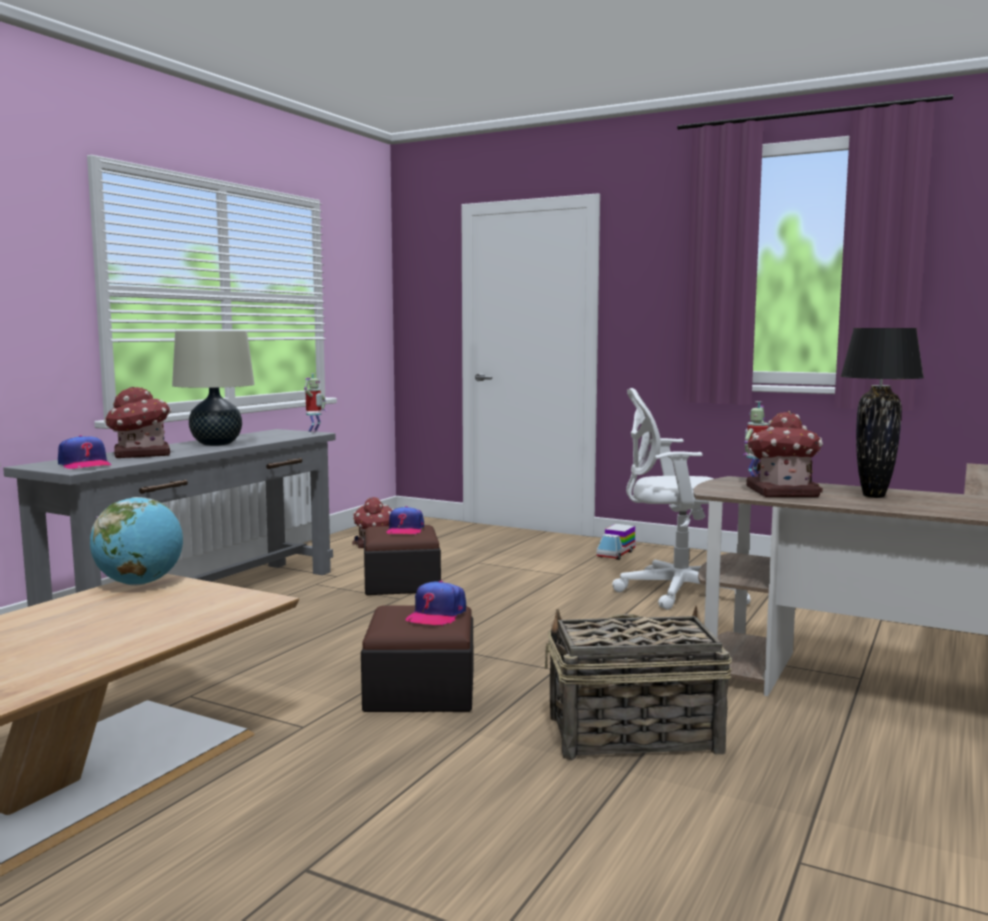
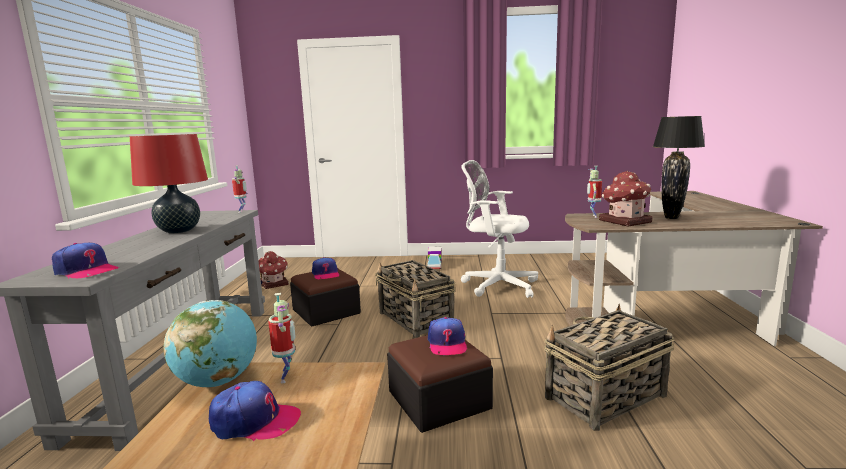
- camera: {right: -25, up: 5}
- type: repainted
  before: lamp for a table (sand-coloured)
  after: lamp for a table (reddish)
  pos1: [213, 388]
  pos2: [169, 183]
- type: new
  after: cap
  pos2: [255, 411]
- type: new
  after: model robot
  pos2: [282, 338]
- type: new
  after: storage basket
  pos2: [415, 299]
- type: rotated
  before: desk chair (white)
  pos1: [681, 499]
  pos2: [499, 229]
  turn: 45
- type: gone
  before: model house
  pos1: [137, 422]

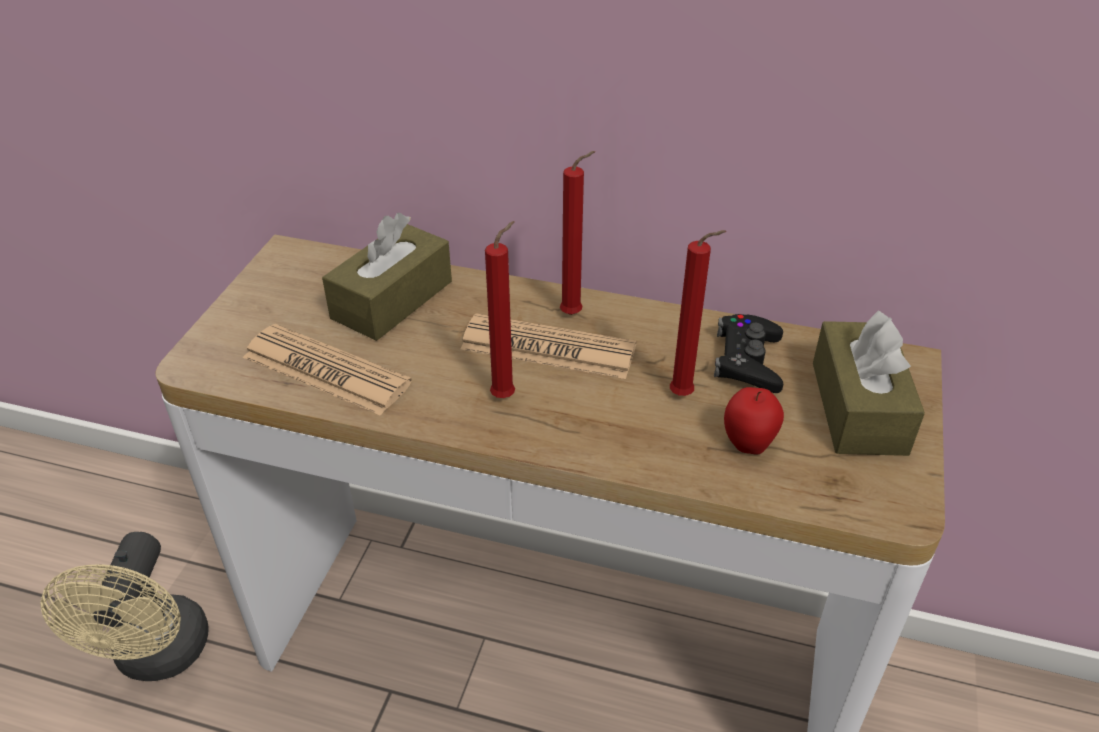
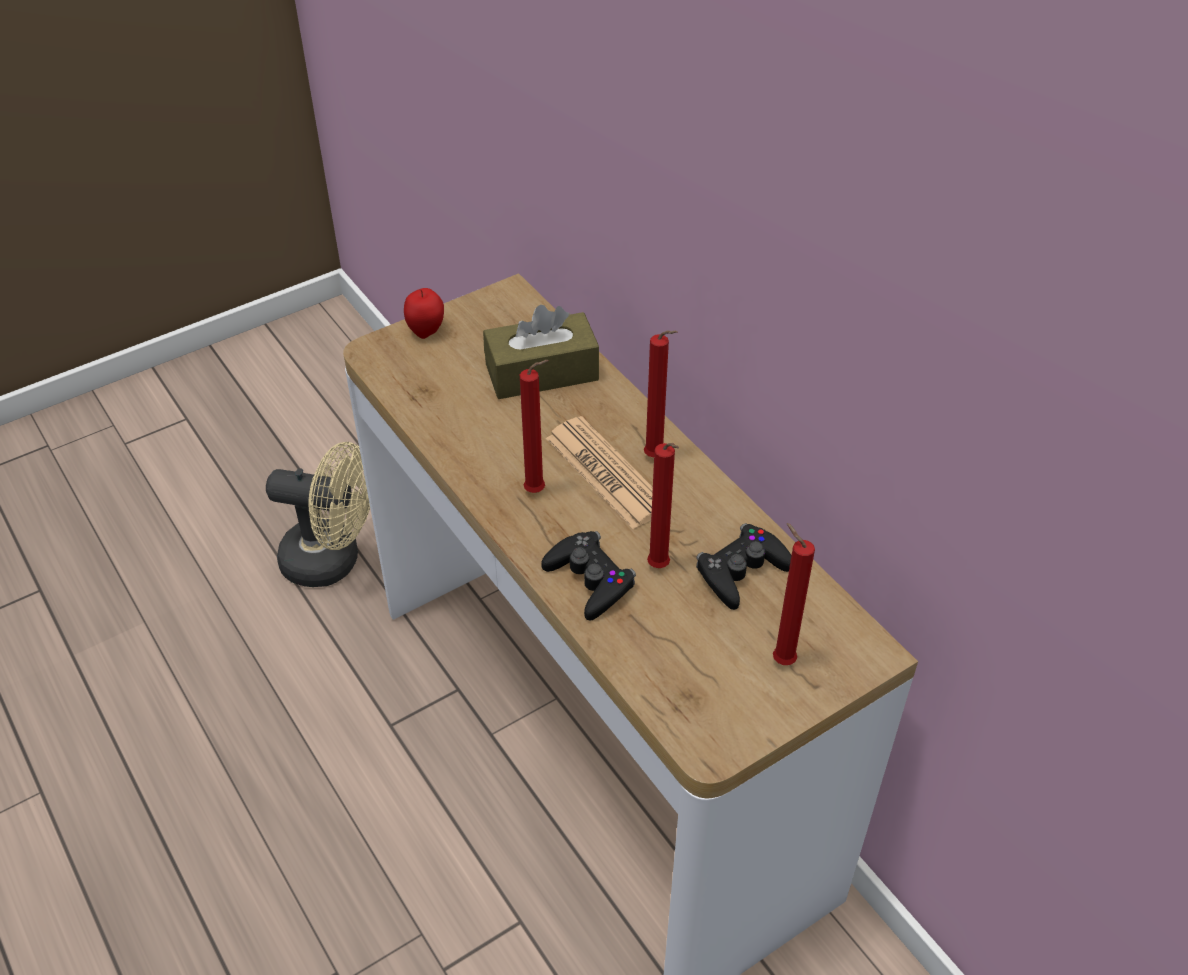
- camera: {right: 40, up: 5}
- type: rotated
  before: fan (sand-coloured)
  pos1: [124, 606]
  pos2: [318, 514]
  turn: -120
- type: shifted
  before: apple fruit
  pos1: [754, 421]
  pos2: [424, 313]
- type: new
  after: gamepad (blackish)
  pos2: [588, 576]
- type: swapped
  before: tissue box (brown-coloured)
  after: wax candle (reddish)
  pos1: [869, 383]
  pos2: [794, 594]
- type: gone
  before: newspaper
  pos1: [327, 370]

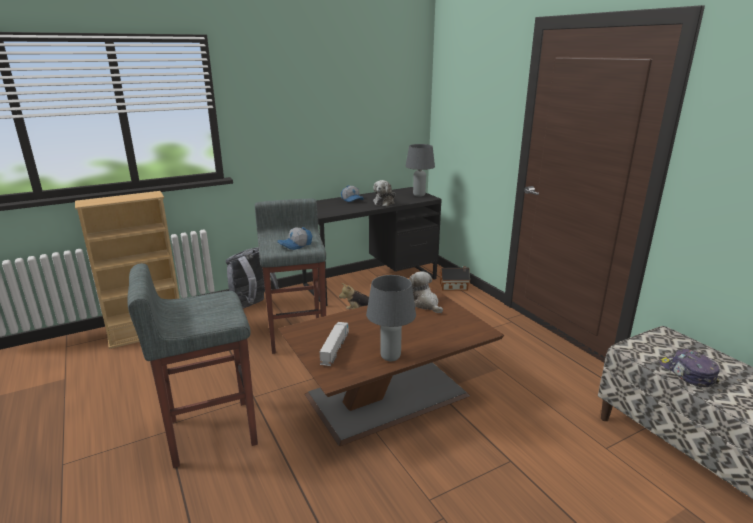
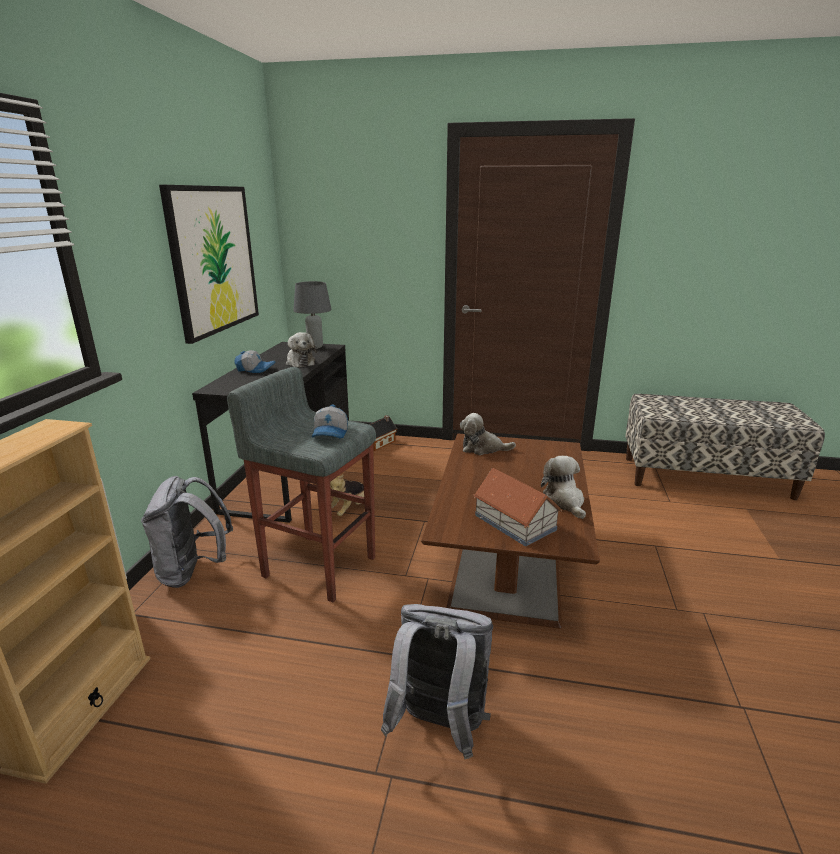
- camera: {right: -50, up: 0}
- type: new
  after: wall art
  pos2: [209, 264]
- type: swapped
  before: stool seat (grey)
  after: knapsack (grey)
  pos1: [192, 365]
  pos2: [437, 681]
- type: swapped
  before: toy lorry
  after: model house
  pos1: [334, 344]
  pos2: [517, 507]
- type: swapped
  before: lamp for a table (grey)
  after: plush toy
  pos1: [391, 318]
  pos2: [563, 487]
- type: gone
  before: cap
  pos1: [690, 368]

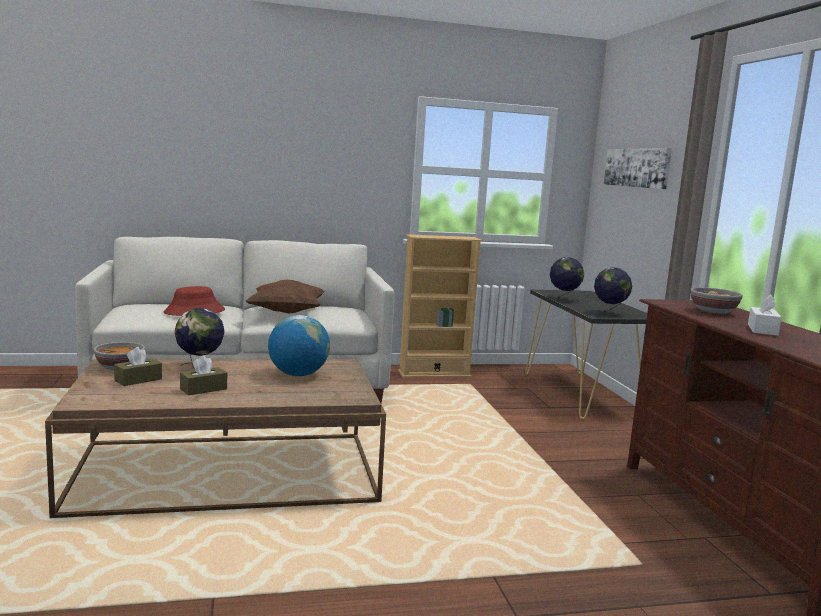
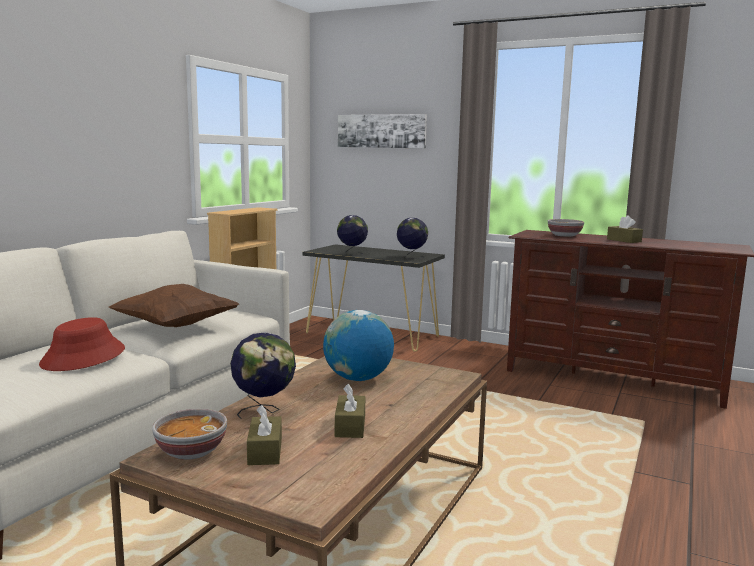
- camera: {right: -50, up: 0}
- type: repainted
  before: tissue box (white)
  after: tissue box (brown-coloured)
  pos1: [765, 315]
  pos2: [625, 229]

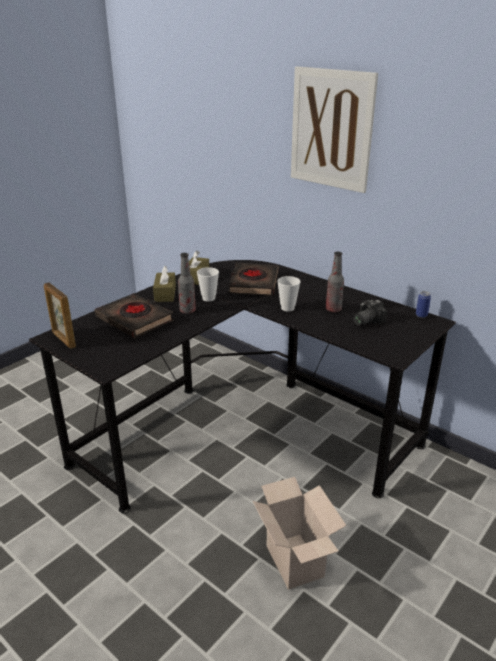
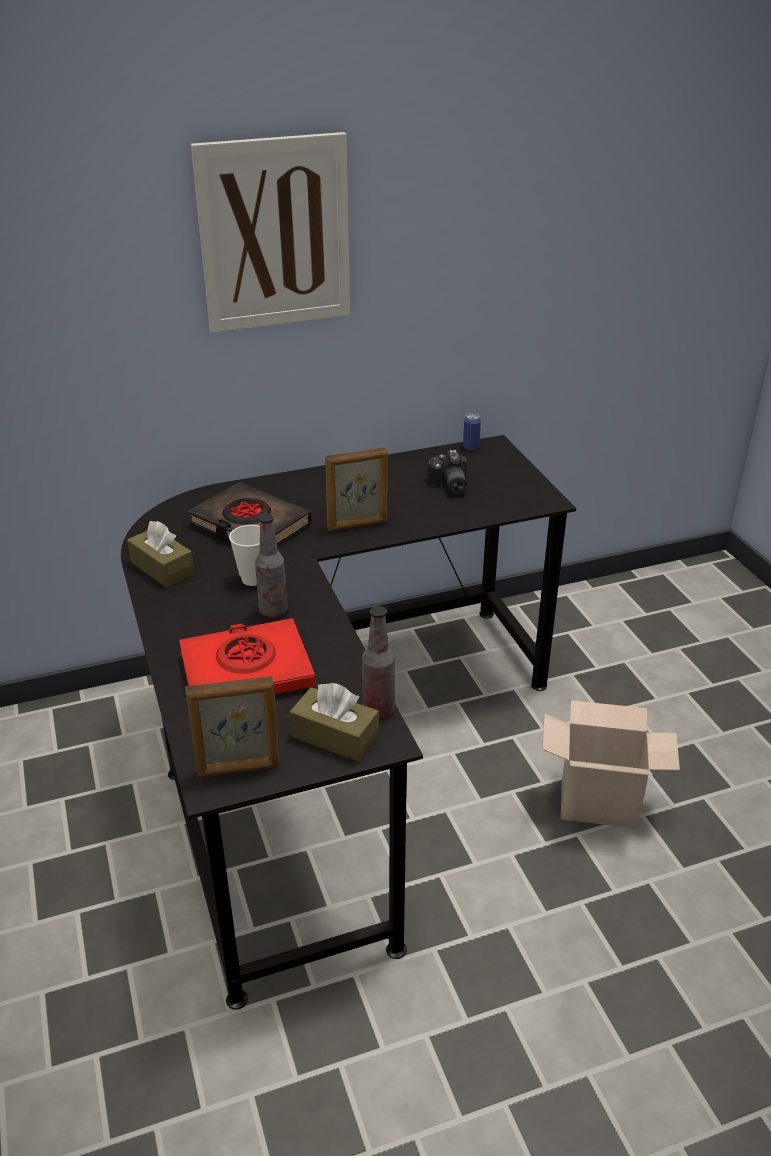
- camera: {right: -60, up: 5}
- type: repainted
  before: bound book (blackish)
  after: bound book (reddish)
  pos1: [134, 315]
  pos2: [247, 656]
- type: shifted
  before: tissue box (brown-coloured)
  pos1: [164, 284]
  pos2: [334, 722]
- type: swapped
  before: cup
  after: photo frame
  pos1: [288, 294]
  pos2: [356, 489]
- type: shifted
  before: drink bottle
  pos1: [335, 282]
  pos2: [378, 662]

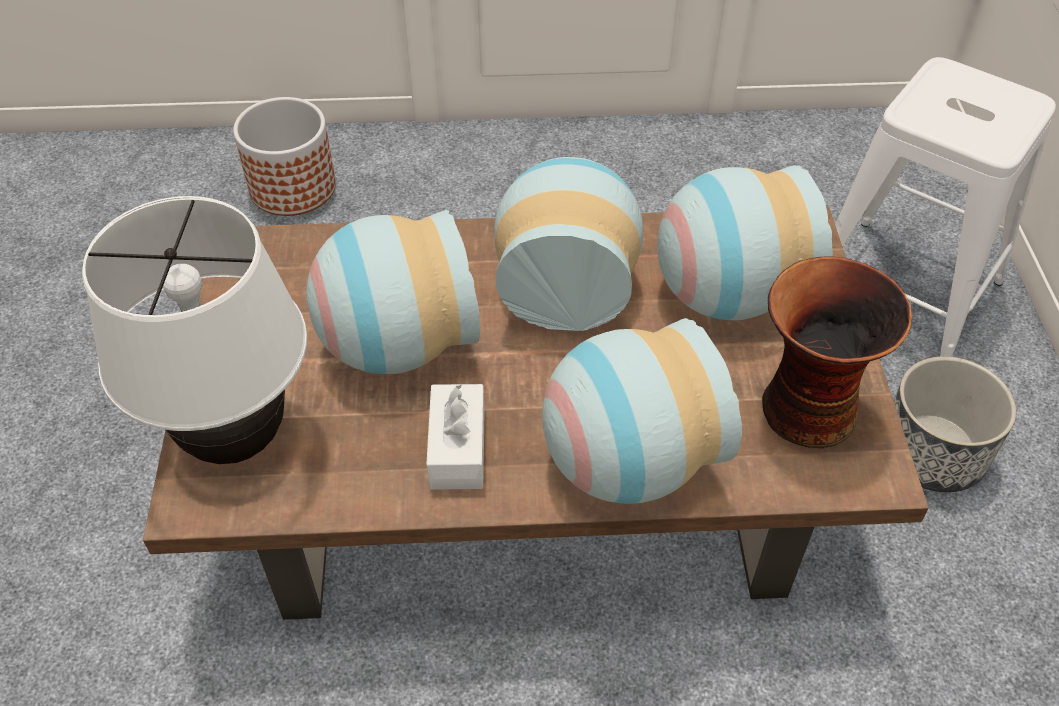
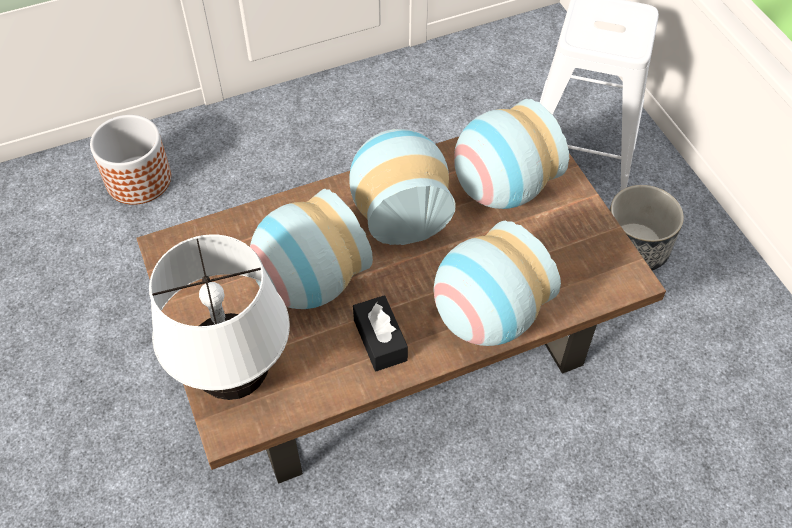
- camera: {right: -20, up: 5}
- type: repainted
  before: tissue box (white)
  after: tissue box (blackish)
  pos1: [455, 437]
  pos2: [380, 333]
- type: gone
  before: decorative vase
  pos1: [837, 352]

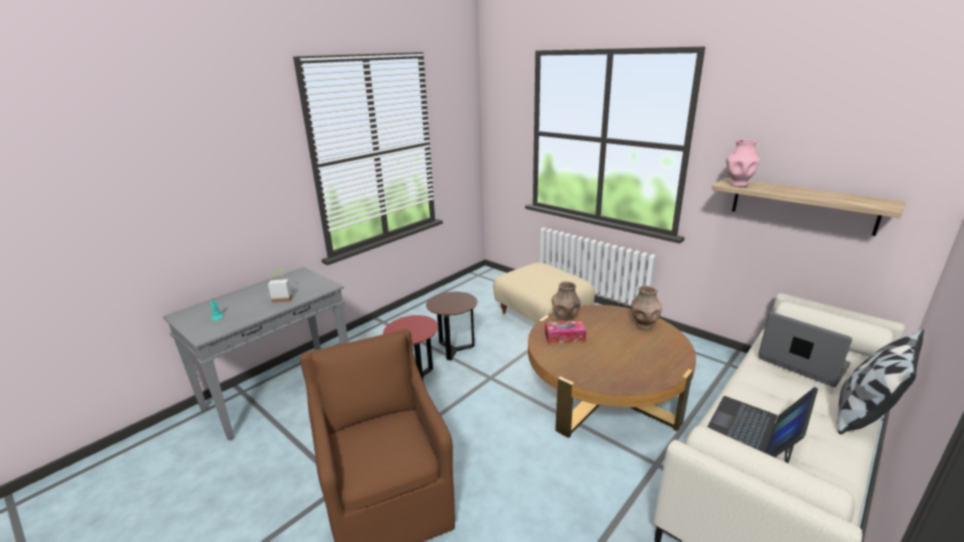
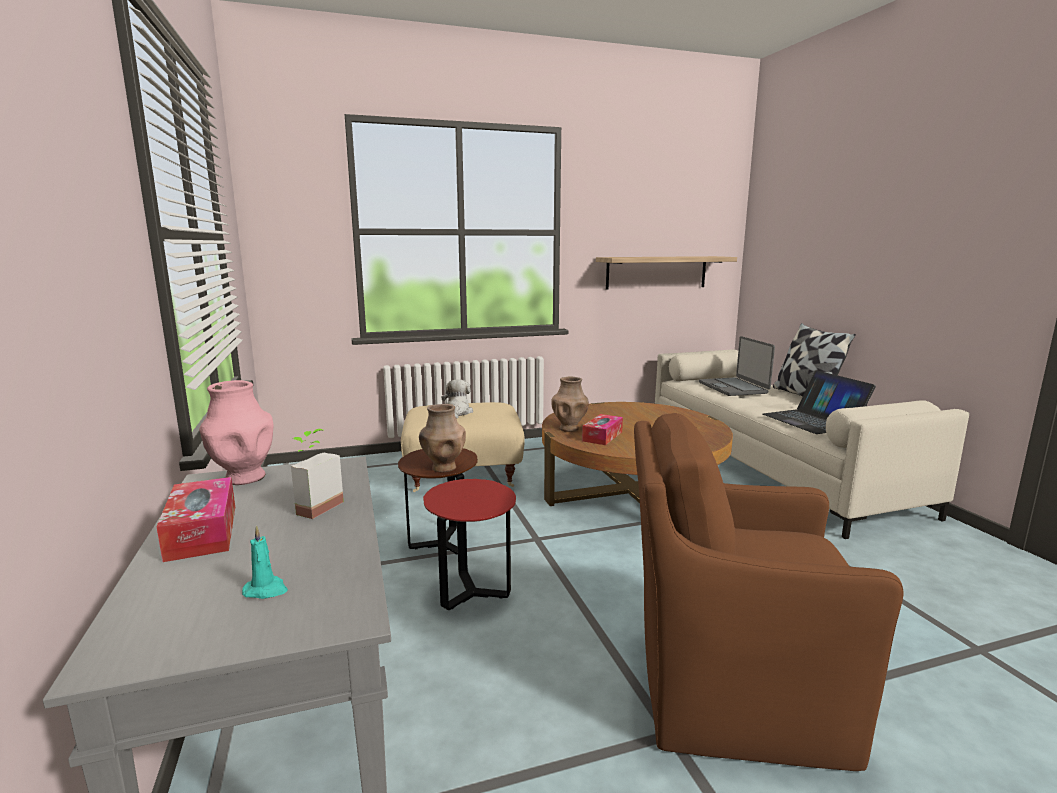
- camera: {right: -60, up: -10}
- type: new
  after: tissue box
  pos2: [196, 519]
- type: shifted
  before: decorative vase (pink)
  pos1: [743, 163]
  pos2: [236, 432]
- type: shifted
  before: decorative vase (brown-coloured)
  pos1: [646, 308]
  pos2: [442, 438]
- type: new
  after: plush toy
  pos2: [457, 399]
- type: rotated
  before: laptop
  pos1: [805, 349]
  pos2: [737, 366]
  turn: -90

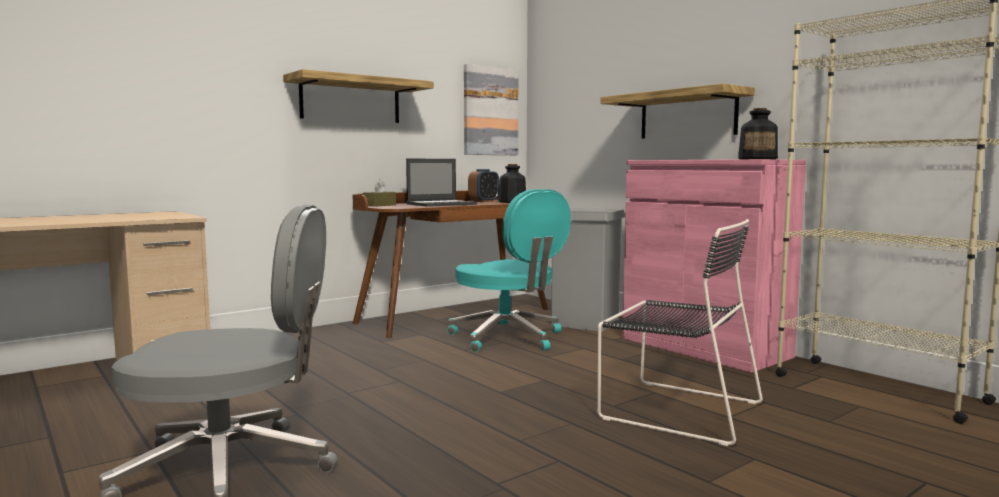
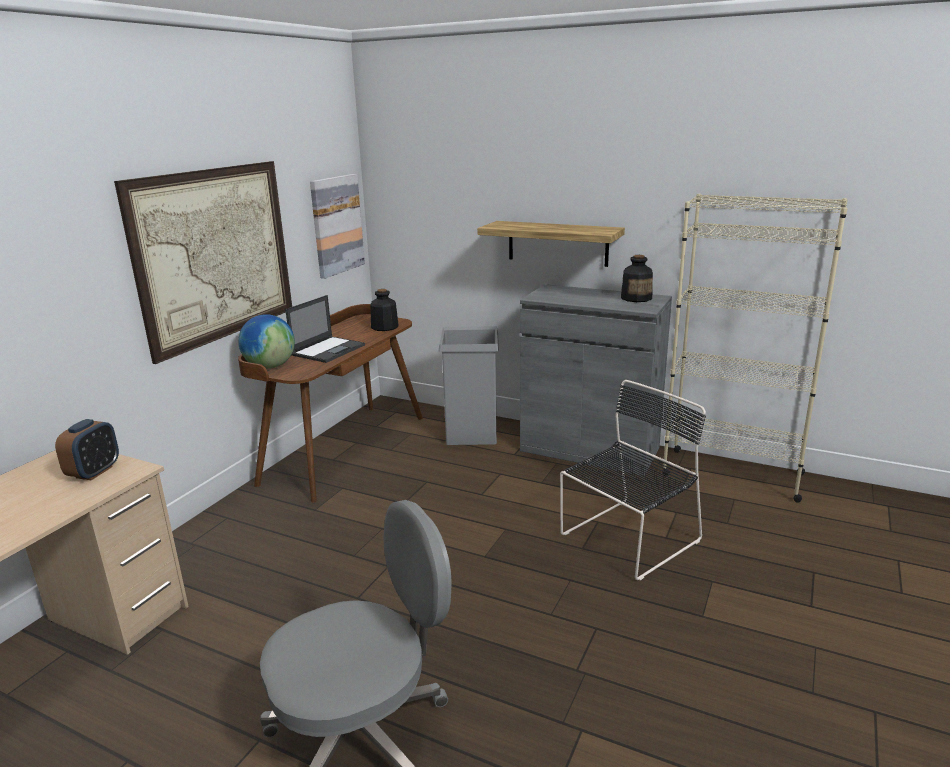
- camera: {right: -25, up: 15}
- type: shifted
  before: table clock
  pos1: [483, 185]
  pos2: [87, 449]
- type: swapped
  before: wall shelf
  after: wall art
  pos1: [358, 96]
  pos2: [203, 262]
- type: swapped
  before: tissue box (brown-coloured)
  after: desk globe
  pos1: [379, 193]
  pos2: [266, 341]
- type: repainted
  before: storage cabinet (pink)
  after: storage cabinet (grey)
  pos1: [714, 266]
  pos2: [596, 380]
- type: rotated
  before: upright chair (blackish)
  pos1: [680, 332]
  pos2: [633, 480]
  turn: -45
- type: gone
  before: desk chair (turquoise-coloured)
  pos1: [509, 270]

